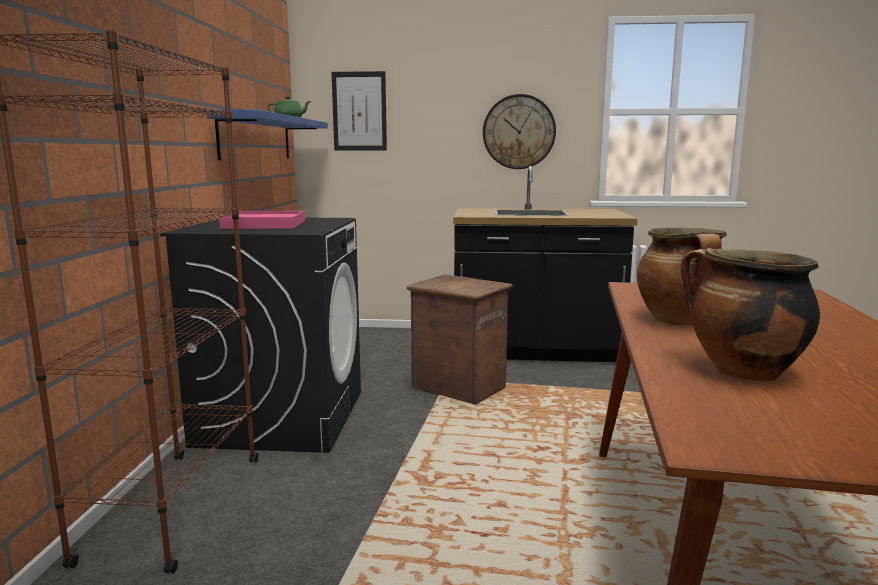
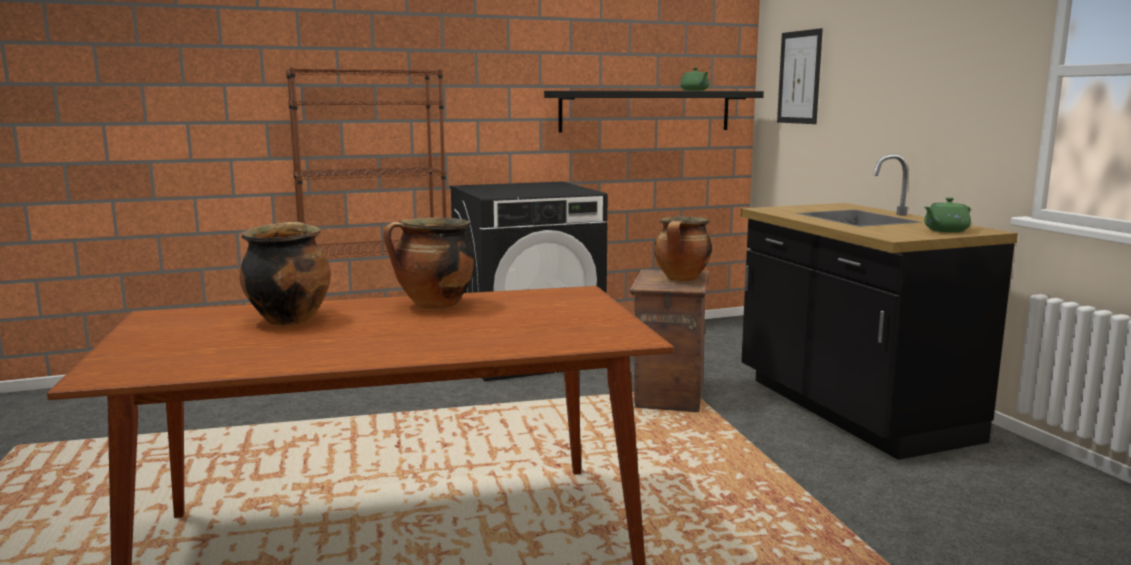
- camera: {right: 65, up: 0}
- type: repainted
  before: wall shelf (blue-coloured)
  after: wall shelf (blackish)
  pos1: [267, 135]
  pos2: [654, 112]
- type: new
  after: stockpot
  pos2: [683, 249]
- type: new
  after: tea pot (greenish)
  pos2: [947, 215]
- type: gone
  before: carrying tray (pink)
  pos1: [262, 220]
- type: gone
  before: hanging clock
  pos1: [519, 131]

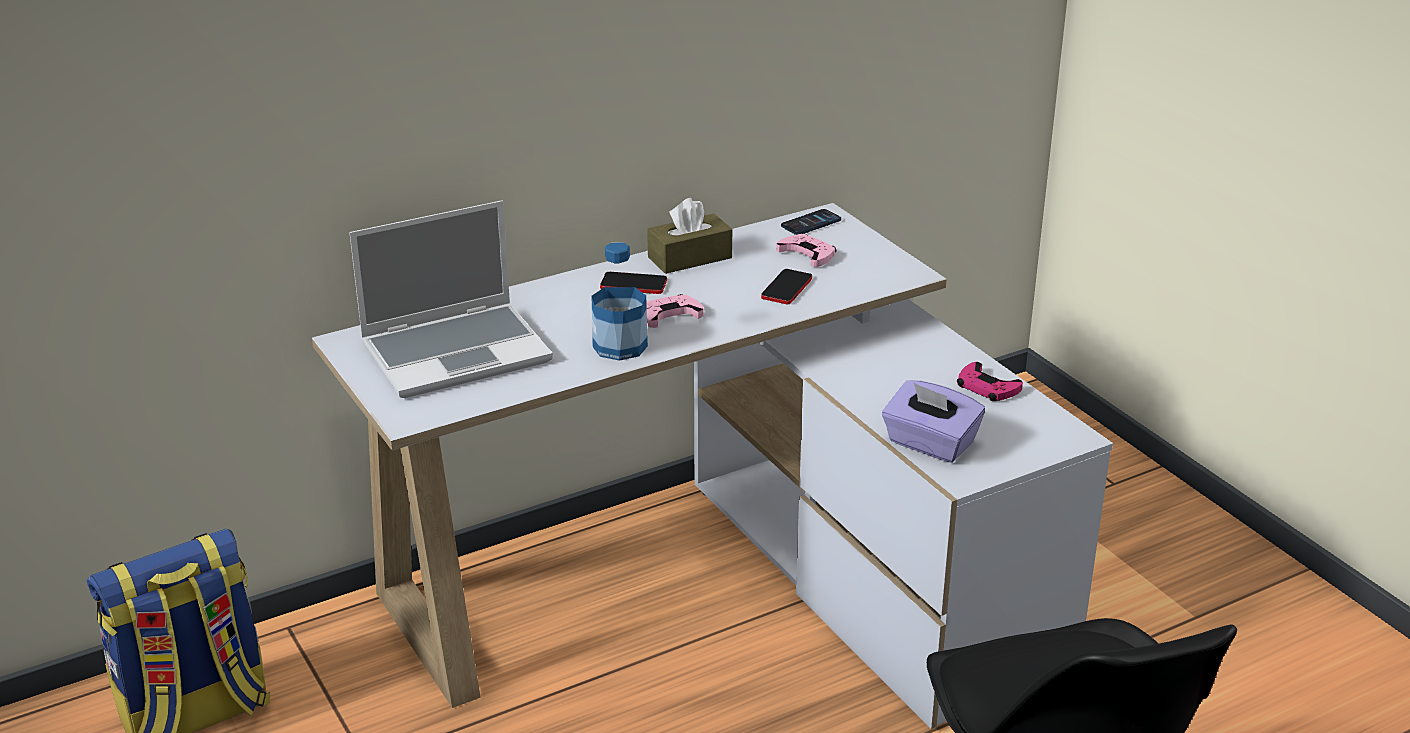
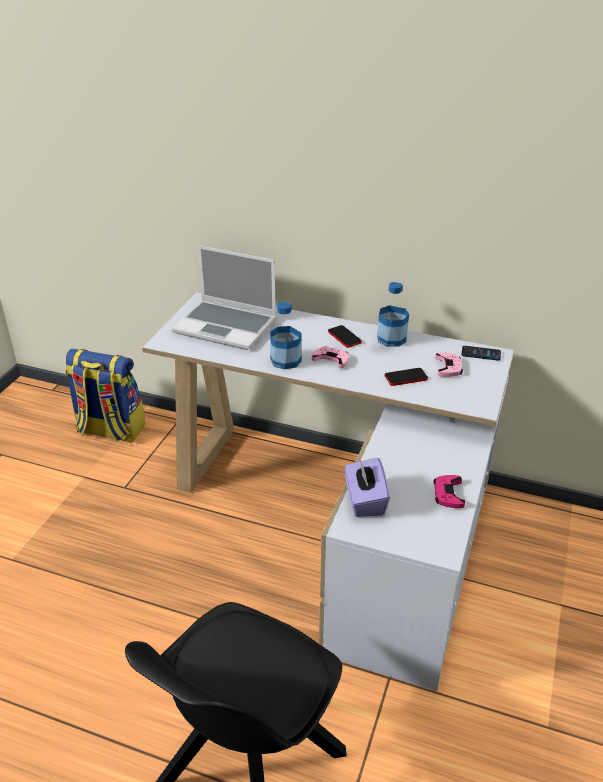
- camera: {right: 50, up: 5}
- type: swapped
  before: tissue box (brown-coloured)
  after: drink bottle
  pos1: [689, 236]
  pos2: [393, 314]

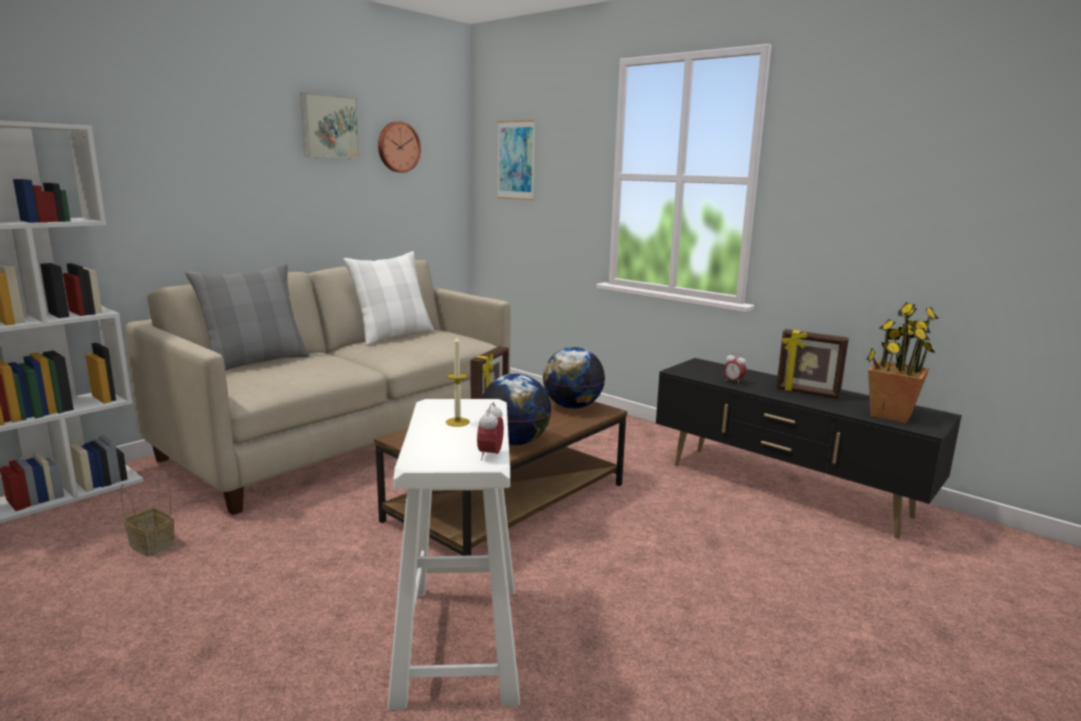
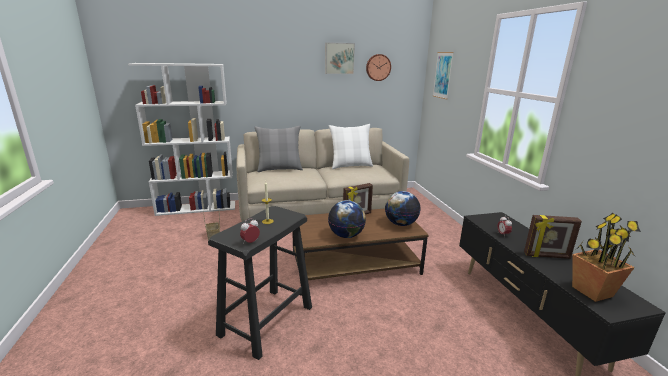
- camera: {right: 35, up: 5}
- type: repainted
  before: stool seat (white)
  after: stool seat (blackish)
  pos1: [453, 554]
  pos2: [260, 283]
- type: rotated
  before: photo frame
  pos1: [812, 364]
  pos2: [553, 237]
  turn: -60

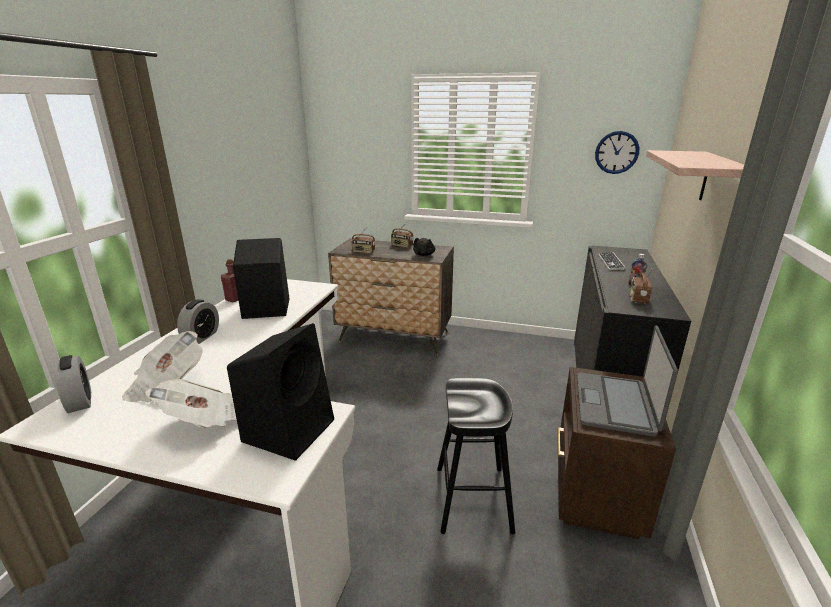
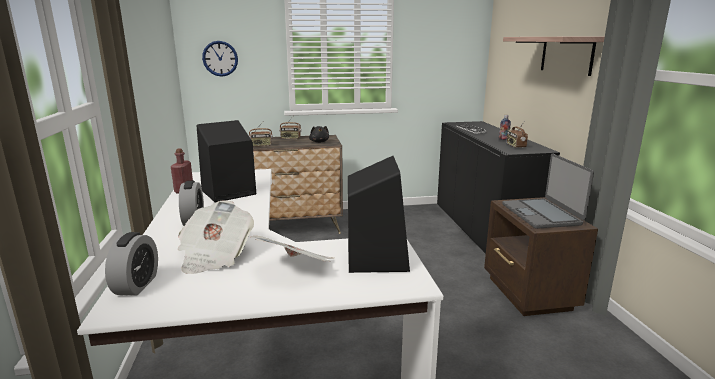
- camera: {right: -25, up: -5}
- type: rotated
  before: table clock
  pos1: [72, 384]
  pos2: [131, 264]
  turn: 60
- type: shifted
  before: hanging clock
  pos1: [617, 152]
  pos2: [220, 59]
- type: gone
  before: stool seat (blackish)
  pos1: [476, 456]

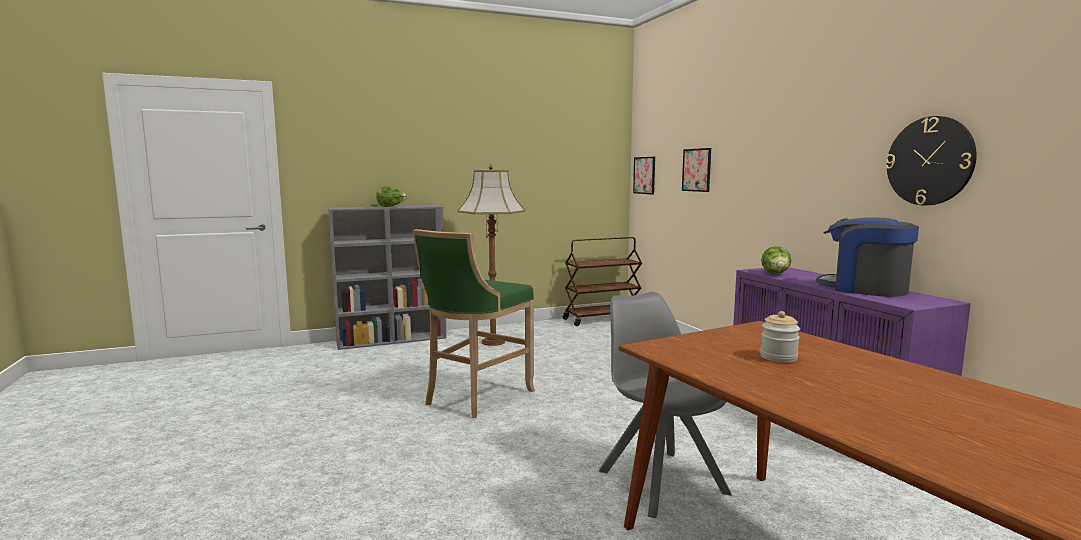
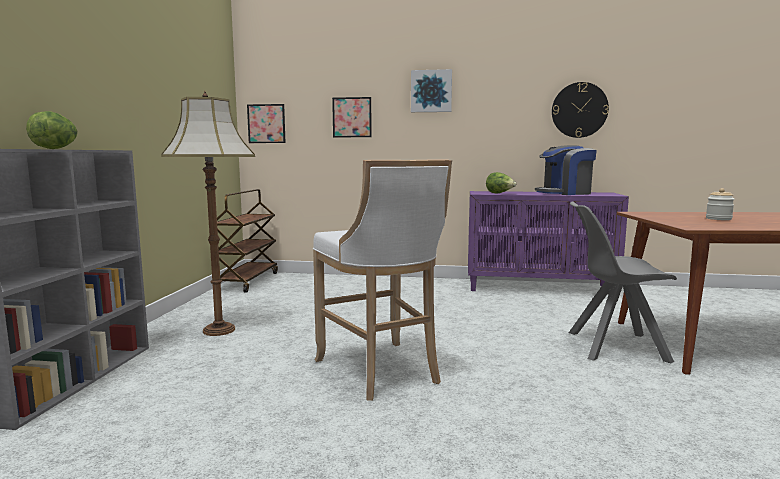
- camera: {right: -60, up: 0}
- type: repainted
  before: stool seat (greenish)
  after: stool seat (white)
  pos1: [473, 323]
  pos2: [382, 280]
- type: new
  after: wall art
  pos2: [431, 90]

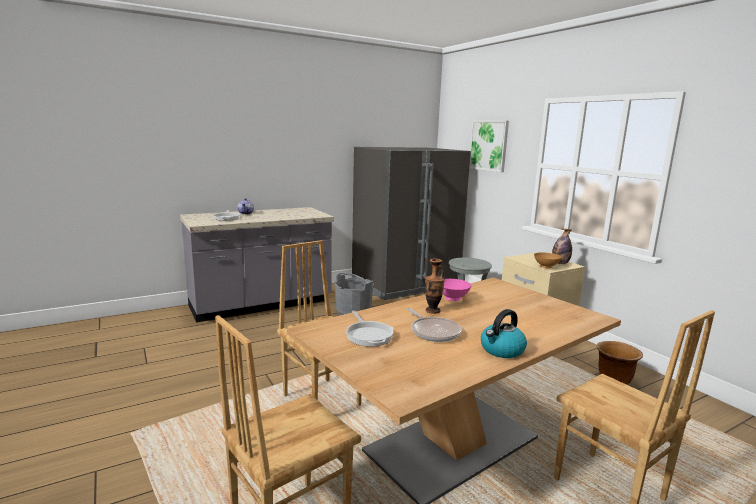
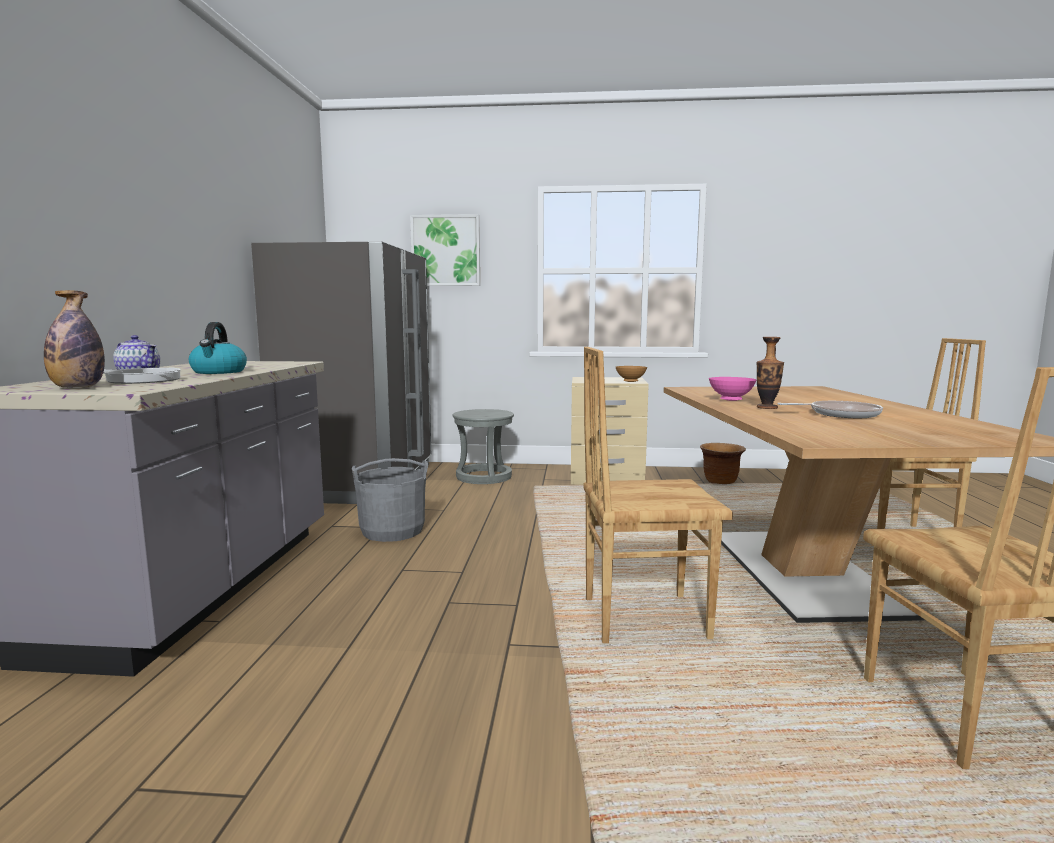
- camera: {right: -55, up: -5}
- type: shifted
  before: drink bottle
  pos1: [562, 246]
  pos2: [74, 339]
- type: shifted
  before: water kettle
  pos1: [504, 333]
  pos2: [218, 348]
- type: gone
  before: skillet
  pos1: [370, 328]

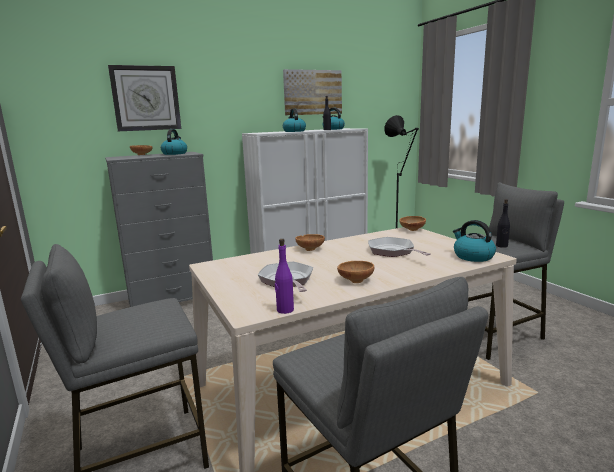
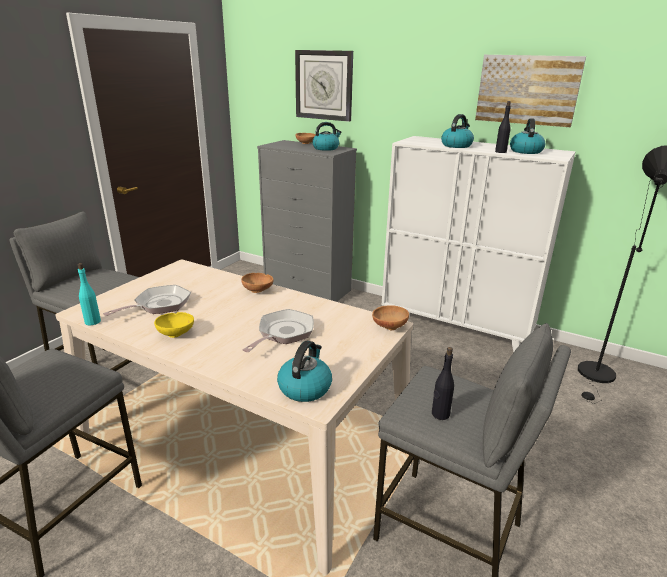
- camera: {right: 55, up: 10}
- type: repainted
  before: drink bottle (purple)
  after: drink bottle (turquoise-coloured)
  pos1: [284, 276]
  pos2: [89, 294]
- type: repainted
  before: deep dish (brown-coloured)
  after: deep dish (yellowish)
  pos1: [355, 272]
  pos2: [174, 325]

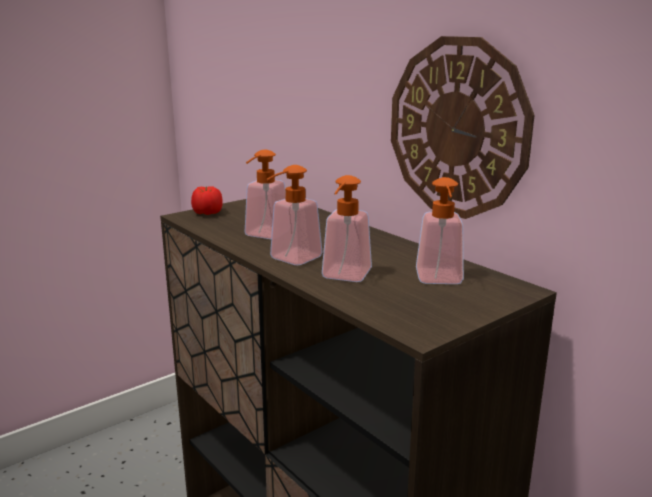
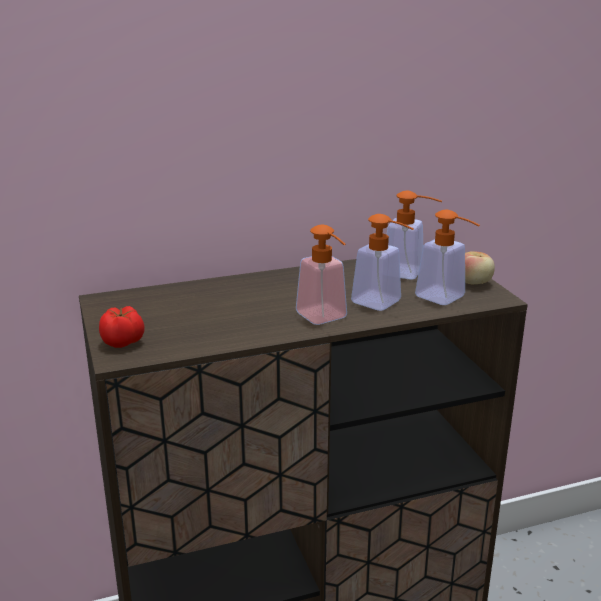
- camera: {right: -70, up: 5}
- type: shifted
  before: liquid soap bottle
  pos1: [265, 194]
  pos2: [447, 257]
- type: new
  after: apple fruit
  pos2: [480, 268]
- type: gone
  before: hanging clock
  pos1: [463, 127]

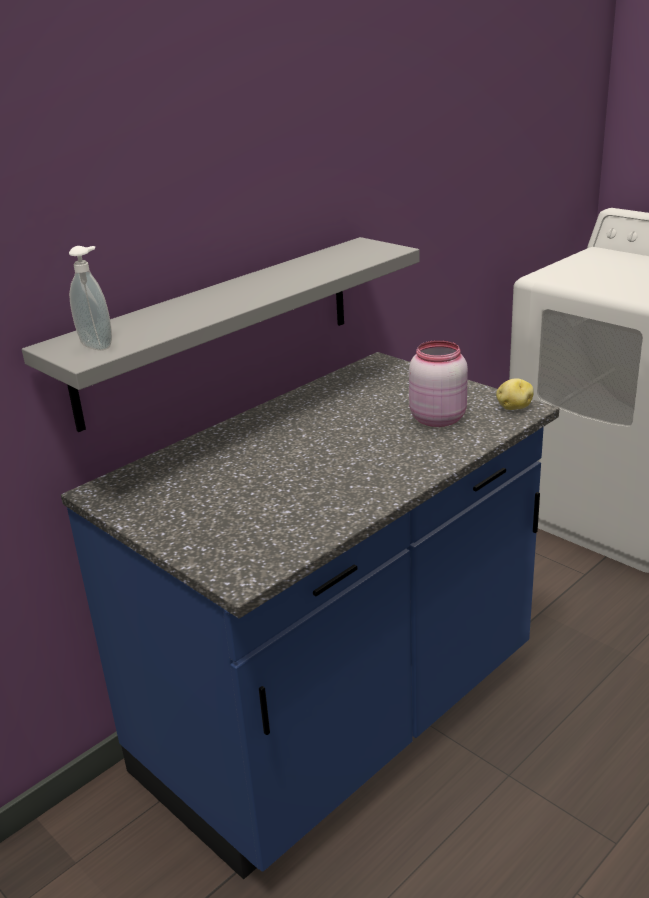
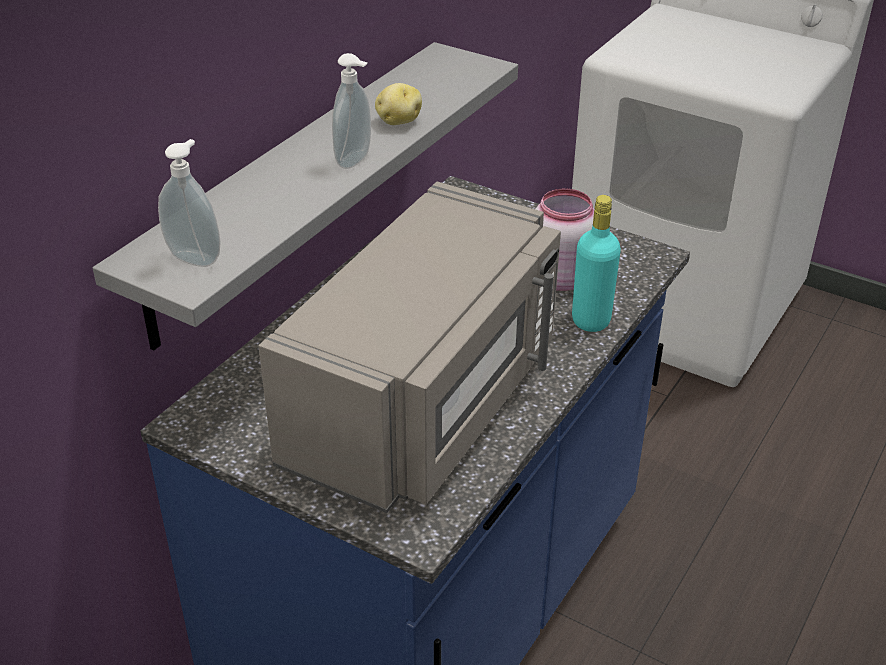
- camera: {right: -15, up: 10}
- type: new
  after: microwave (grey)
  pos2: [409, 347]
- type: new
  after: liquid soap bottle
  pos2: [351, 111]
- type: shifted
  before: potato
  pos1: [515, 394]
  pos2: [398, 104]
- type: new
  after: drink bottle (turquoise-coloured)
  pos2: [596, 263]

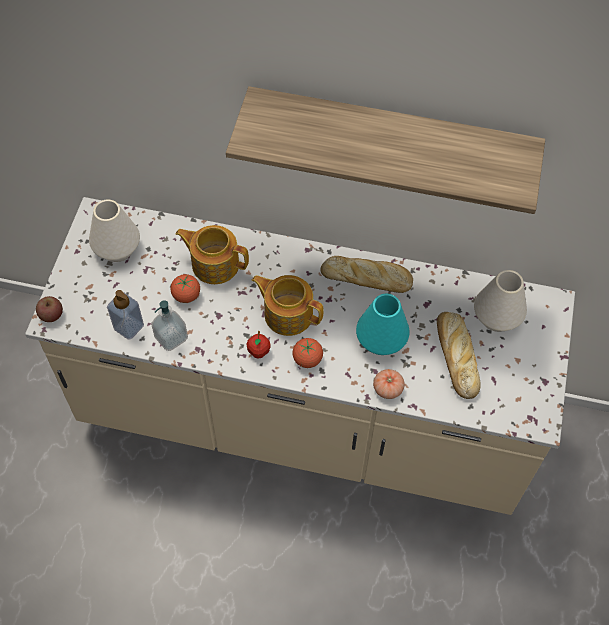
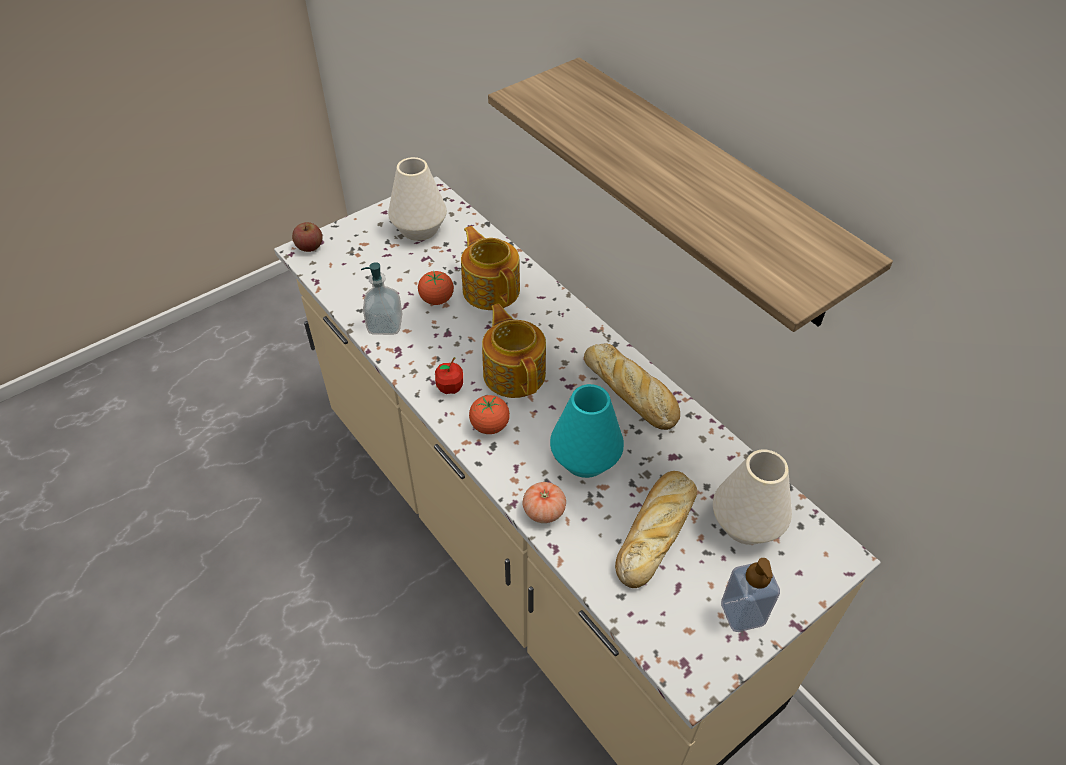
- camera: {right: 40, up: -10}
- type: shifted
  before: liquid soap bottle
  pos1: [125, 315]
  pos2: [750, 595]

